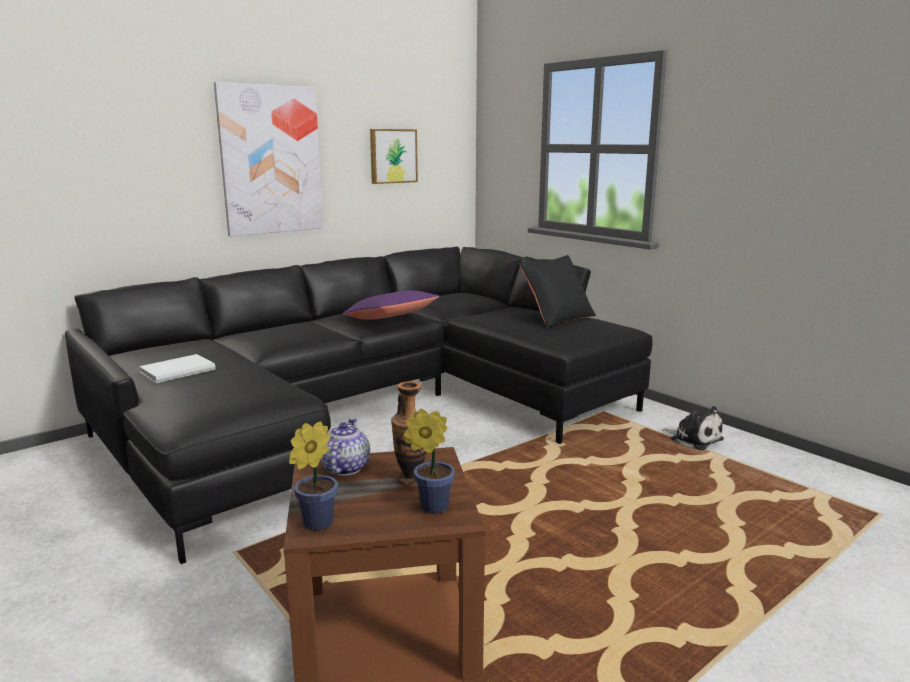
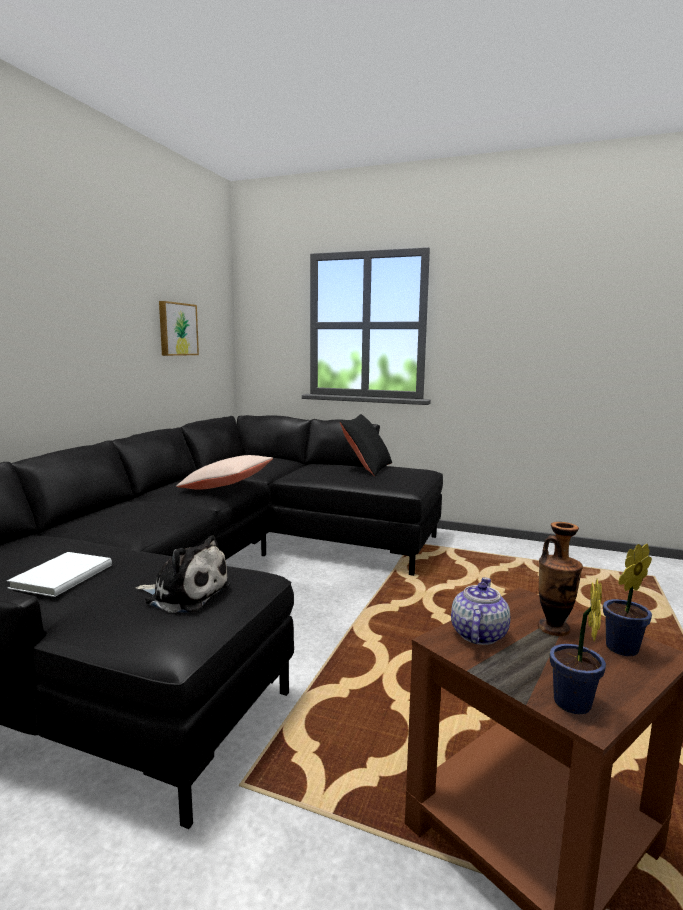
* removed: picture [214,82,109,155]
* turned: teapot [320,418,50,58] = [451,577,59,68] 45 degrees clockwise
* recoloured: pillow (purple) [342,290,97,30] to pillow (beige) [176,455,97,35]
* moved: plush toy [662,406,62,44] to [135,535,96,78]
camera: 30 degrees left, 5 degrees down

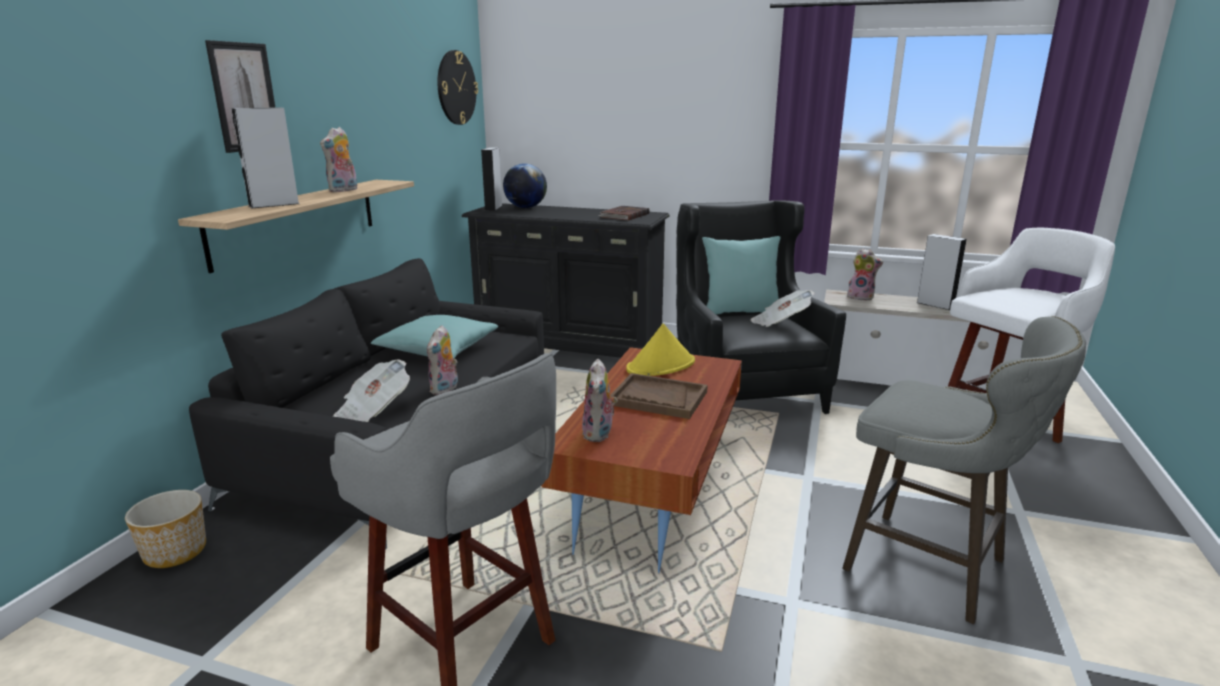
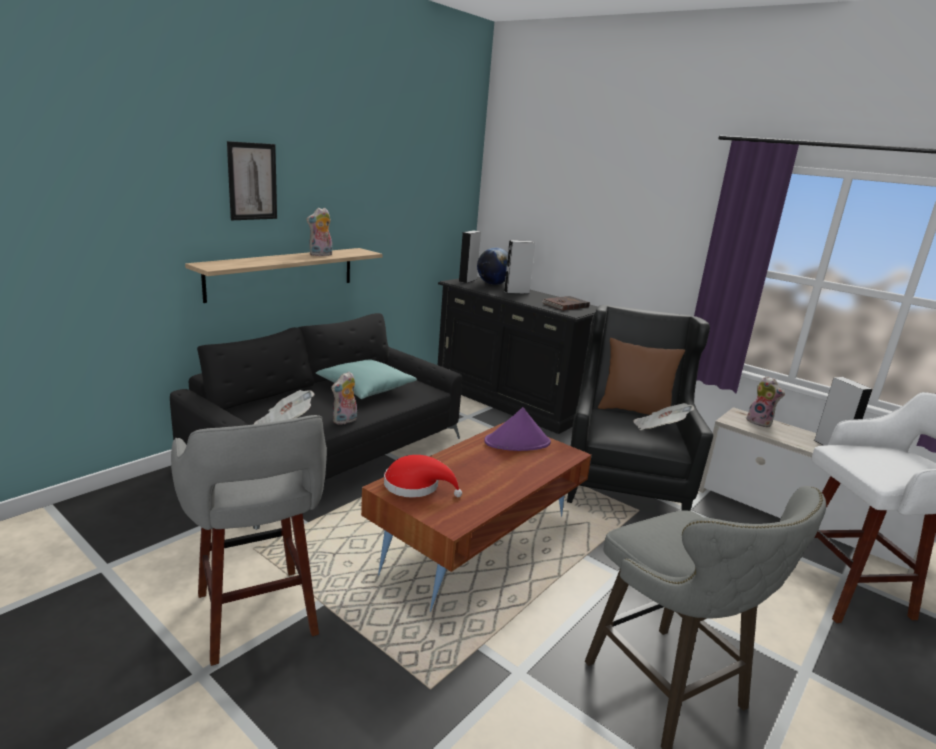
* removed: planter [125,490,81,78]
* moved: speaker (grey) [232,107,67,101] to [504,240,31,54]
* removed: wall clock [437,50,41,75]
* replaced: plush toy [582,359,36,83] to hat (red) [384,455,78,43]
* removed: tray (brown) [610,373,98,46]
* recoloured: hat (yellow) [626,323,69,53] to hat (purple) [484,407,67,44]
* recoloured: pillow (turquoise) [702,236,79,79] to pillow (brown) [598,338,87,77]
camera: 20 degrees right, 0 degrees up

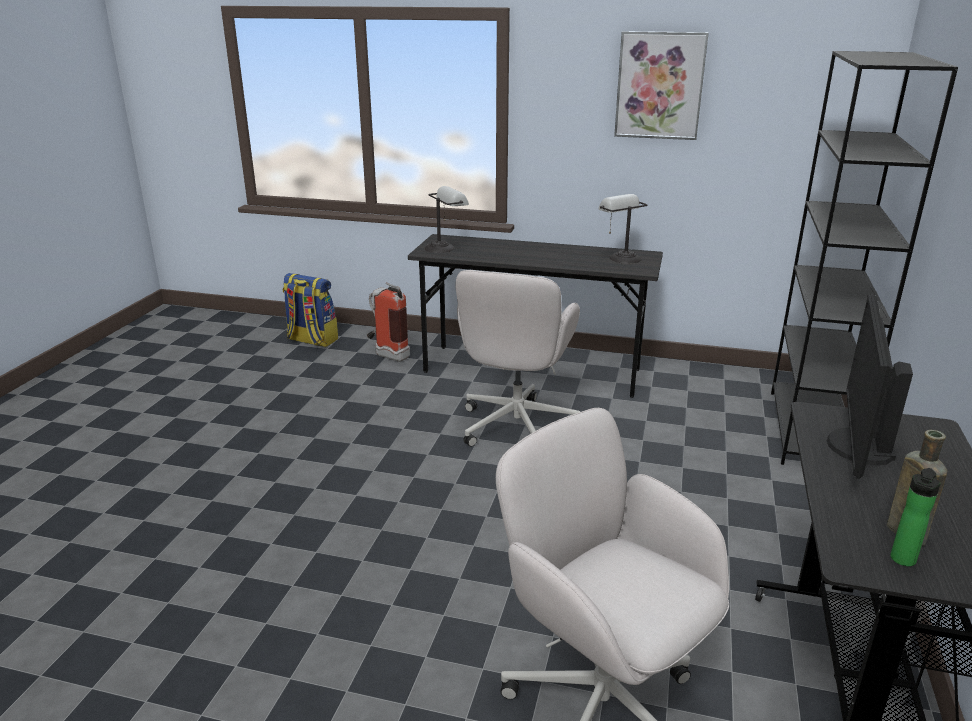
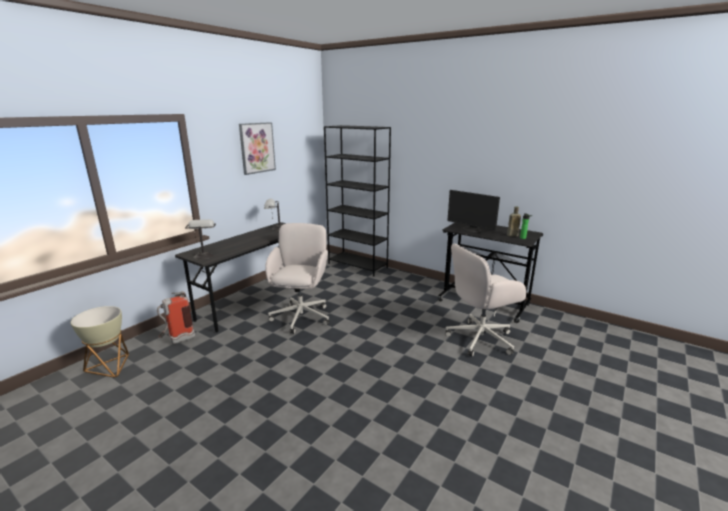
* replaced: backpack [283,273,55,74] to planter [71,306,58,71]
* turned: office chair (white) [455,270,125,177] = [265,223,65,111] 120 degrees counterclockwise
camera: 70 degrees left, 5 degrees down

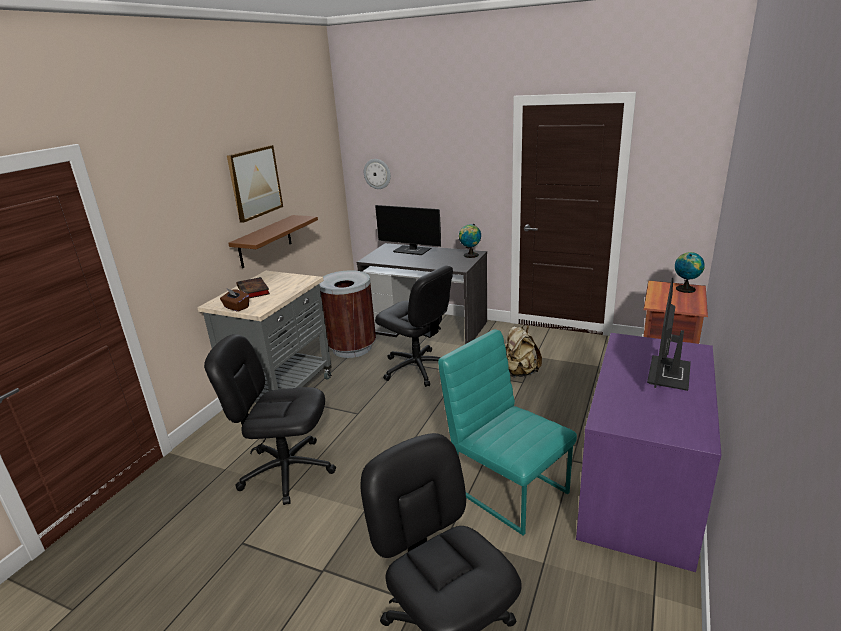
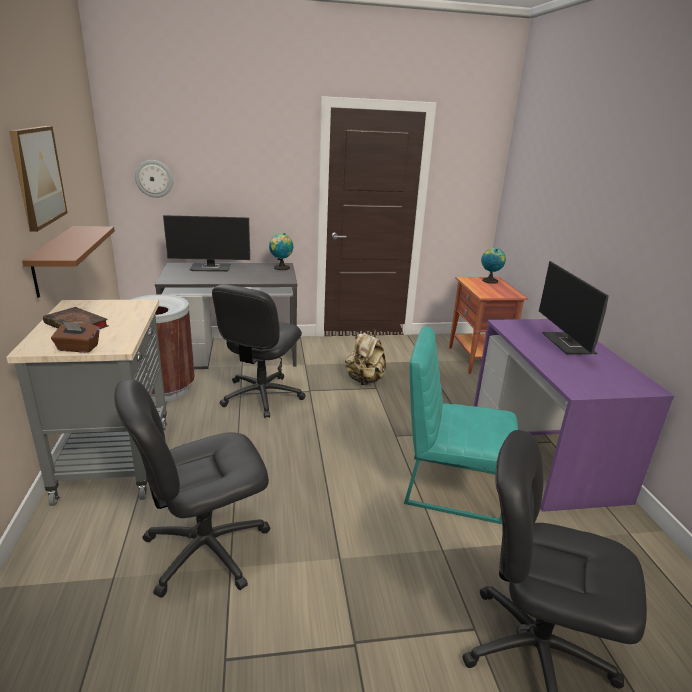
* turned: office chair (black) [375,266,78,121] = [212,284,94,134] 105 degrees clockwise
camera: 35 degrees left, 0 degrees up

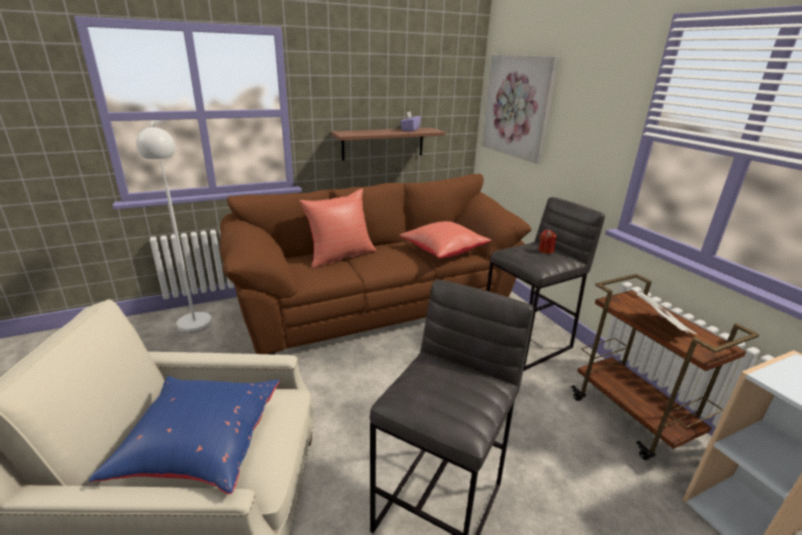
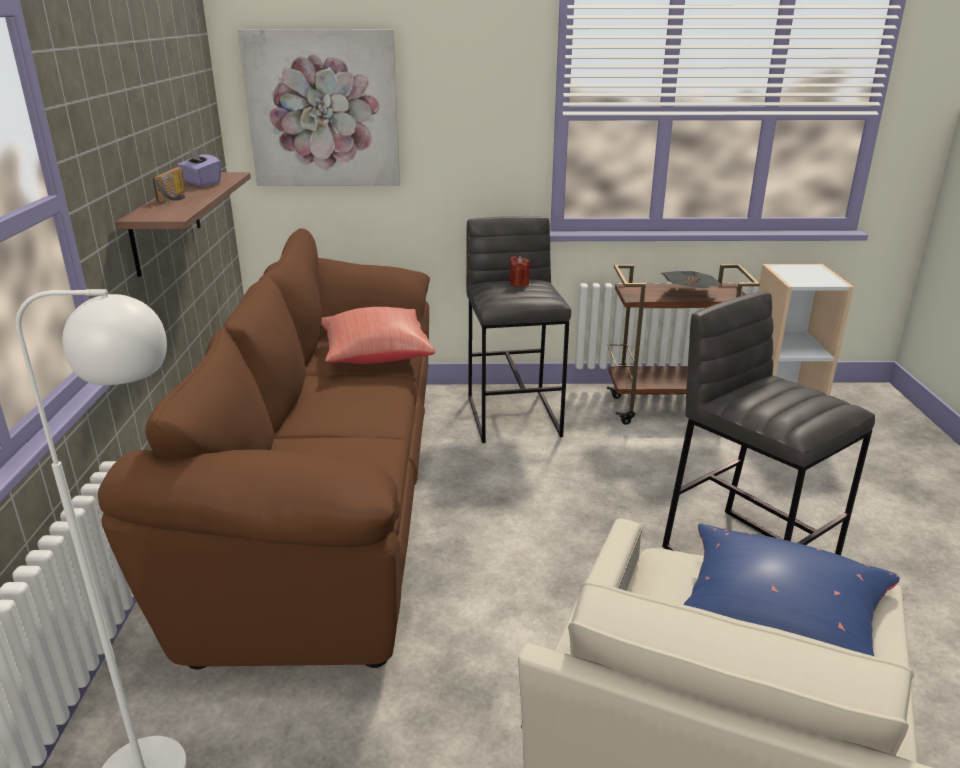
* removed: pillow (red) [299,189,77,79]
* added: radio [153,167,33,36]
camera: 65 degrees left, 0 degrees up

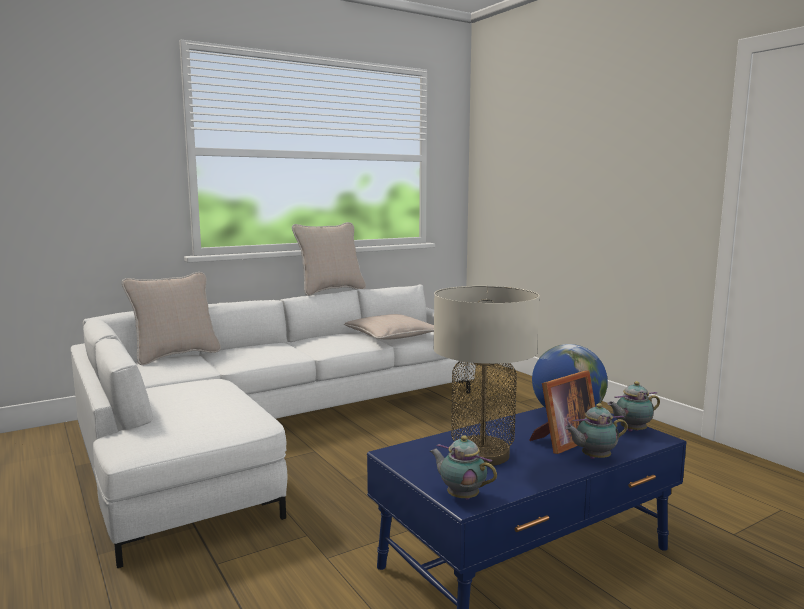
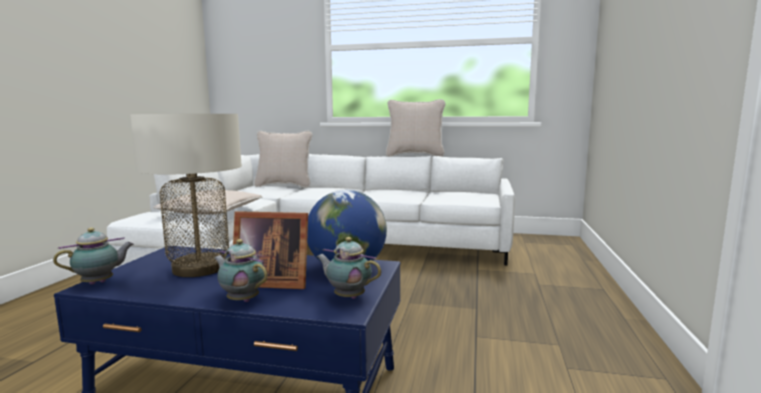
* moved: pillow (beige) [344,314,90,26] to [153,190,110,24]
* turned: teapot [430,435,67,65] = [53,227,81,58] 60 degrees clockwise
camera: 45 degrees right, 0 degrees up

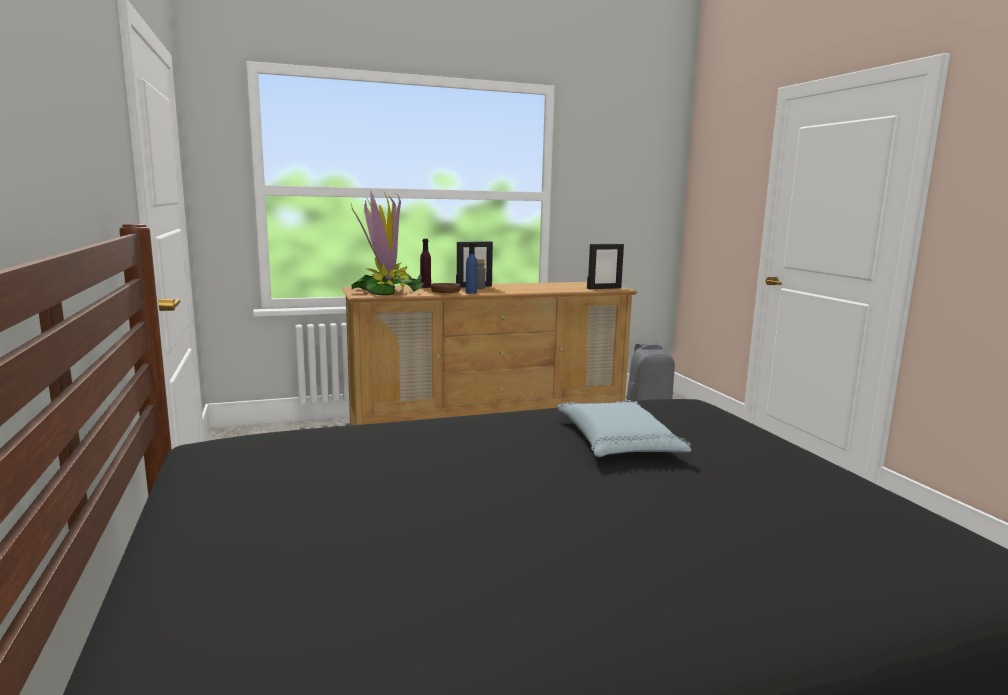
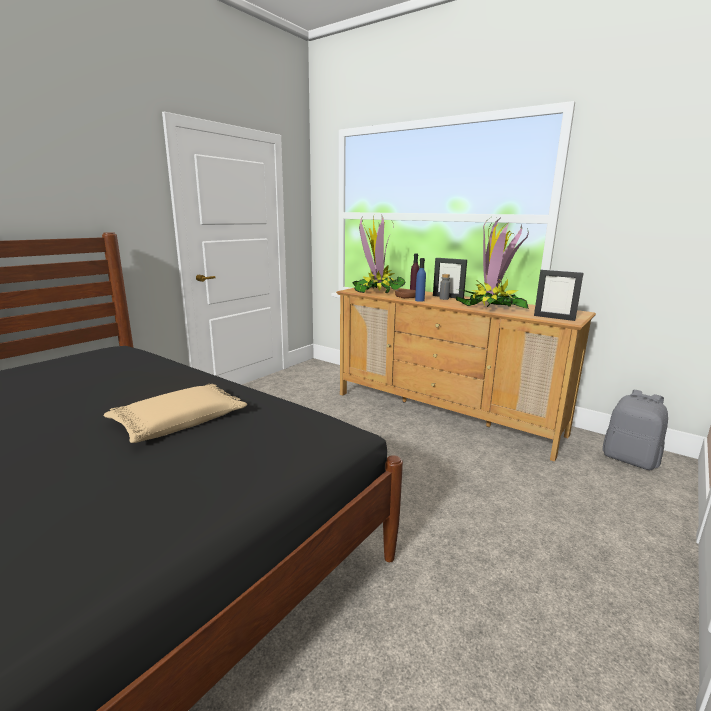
* recoloured: pillow (blue) [557,400,135,57] to pillow (beige) [103,383,144,60]
* added: potted plant [456,218,73,91]
camera: 55 degrees right, 5 degrees up

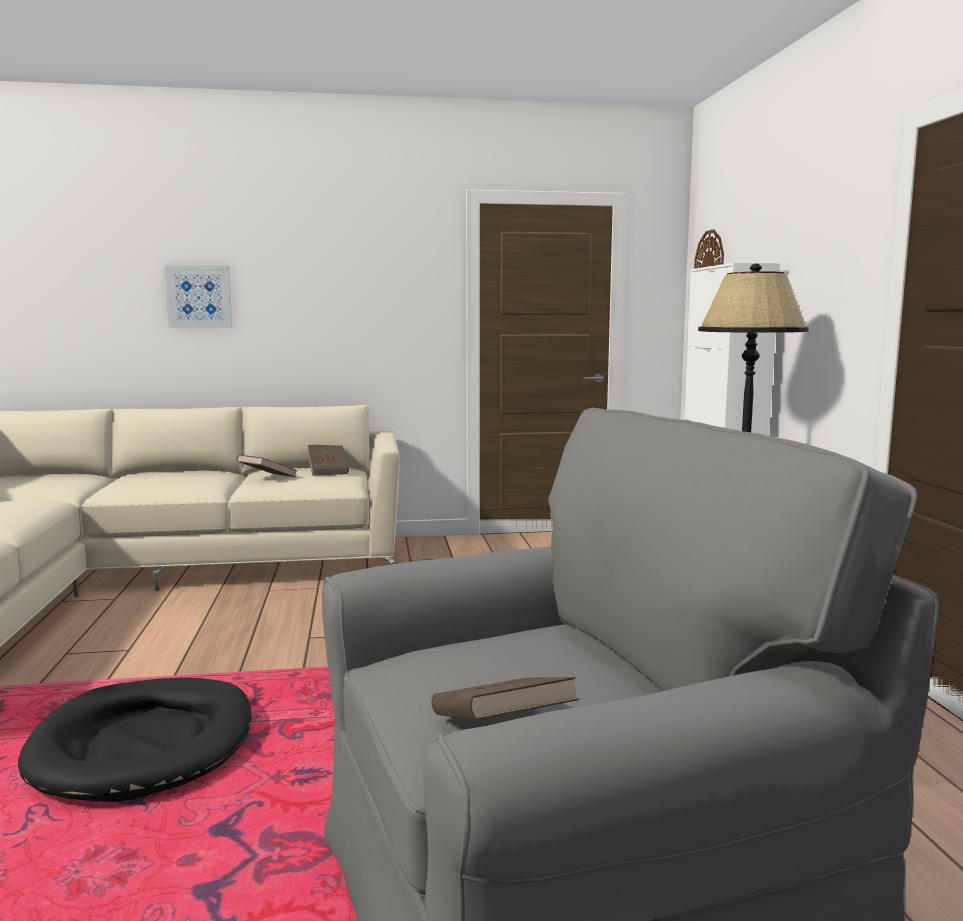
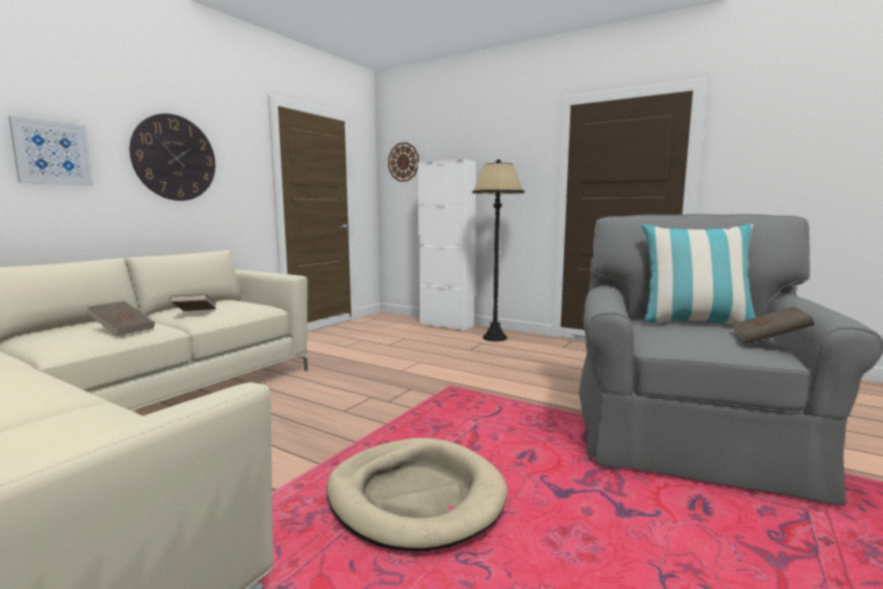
* recoloured: dog bed (black) [18,678,234,124] to dog bed (beige) [327,438,181,113]
* moved: book (brown) [308,445,41,30] to [87,301,68,35]
* added: wall clock [130,113,85,88]
* added: pillow [641,224,114,101]
camera: 50 degrees left, 0 degrees up

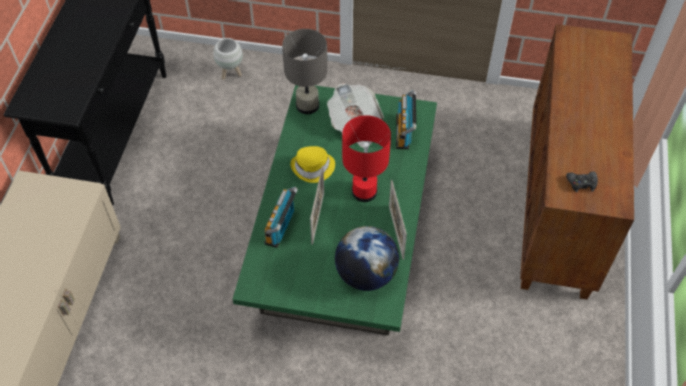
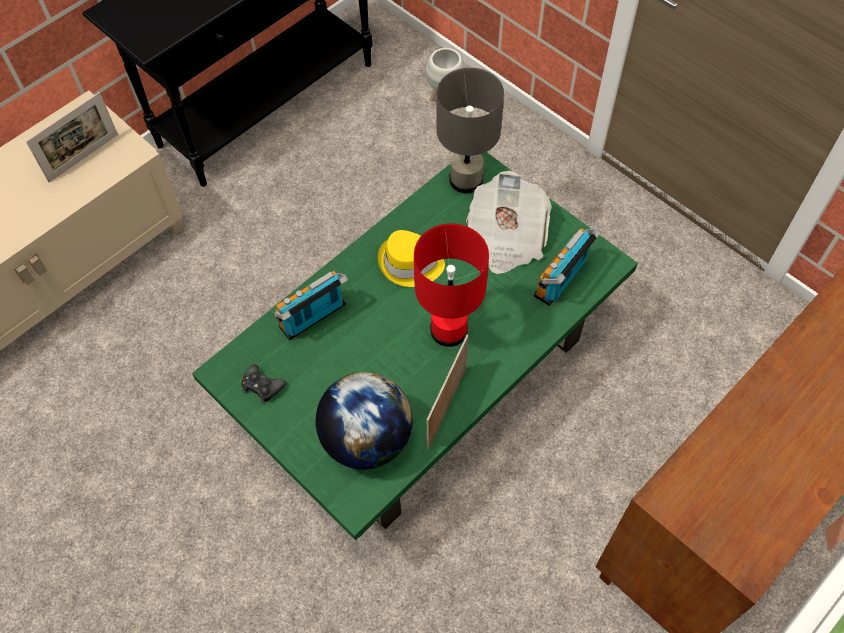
* moved: picture frame [310,166,14,79] to [26,92,92,90]
* moved: game controller (black) [566,171,32,21] to [241,364,46,39]
camera: 35 degrees right, 5 degrees up

